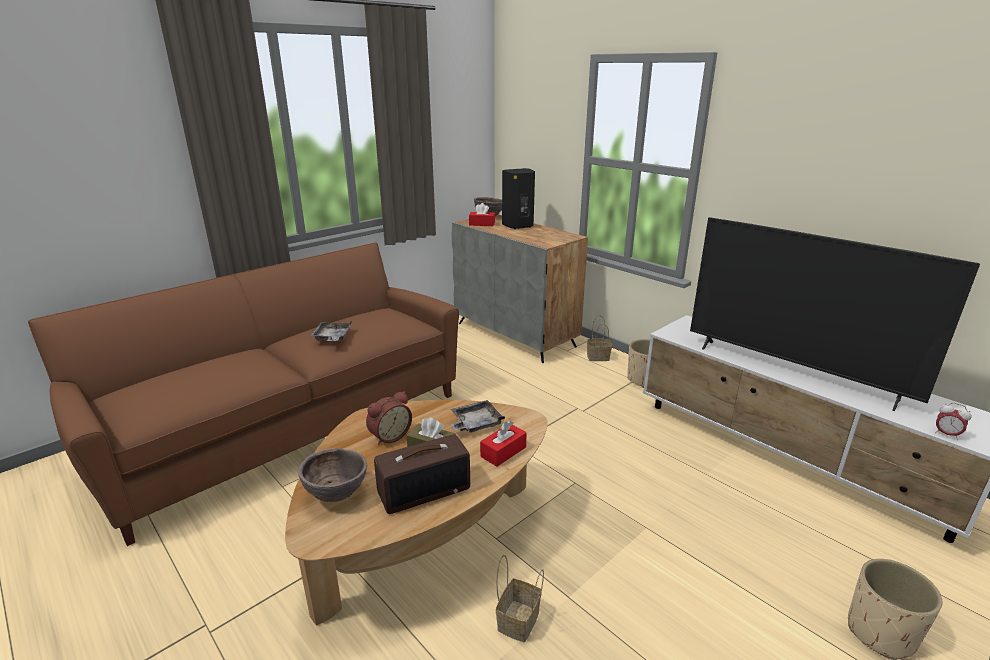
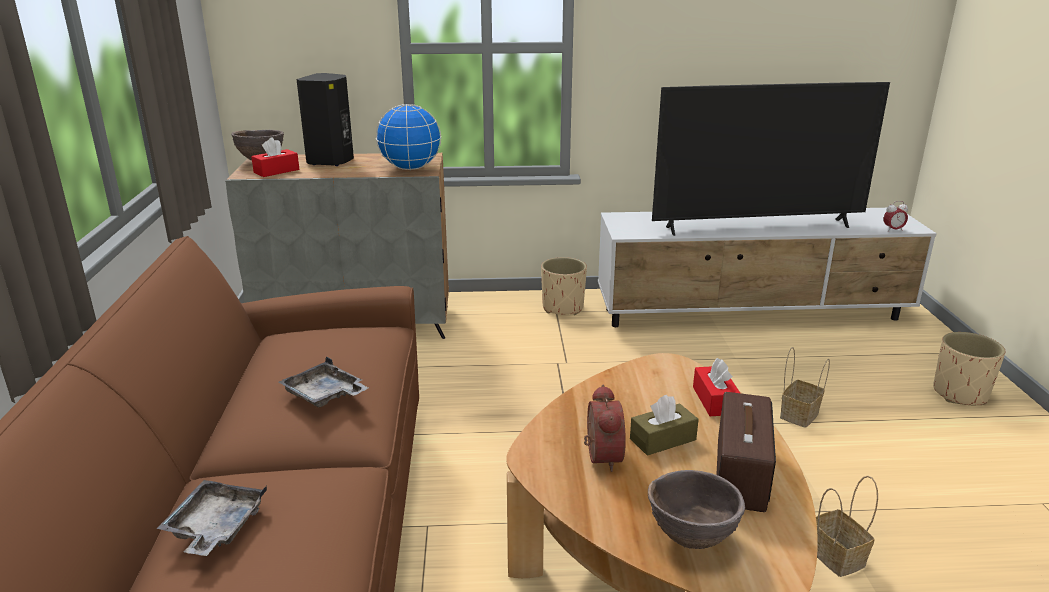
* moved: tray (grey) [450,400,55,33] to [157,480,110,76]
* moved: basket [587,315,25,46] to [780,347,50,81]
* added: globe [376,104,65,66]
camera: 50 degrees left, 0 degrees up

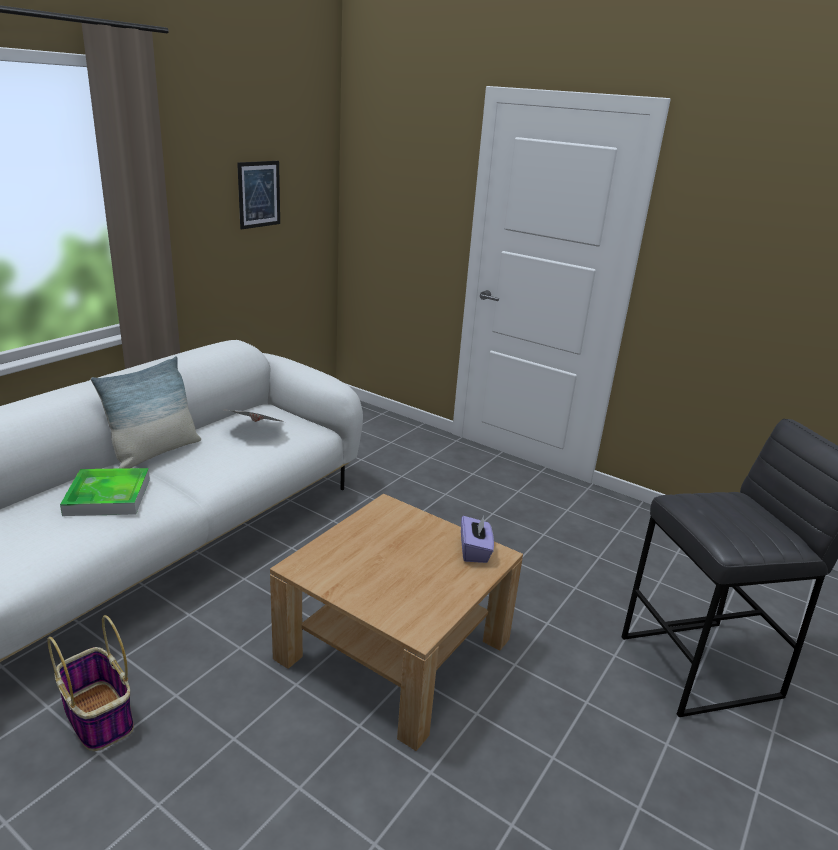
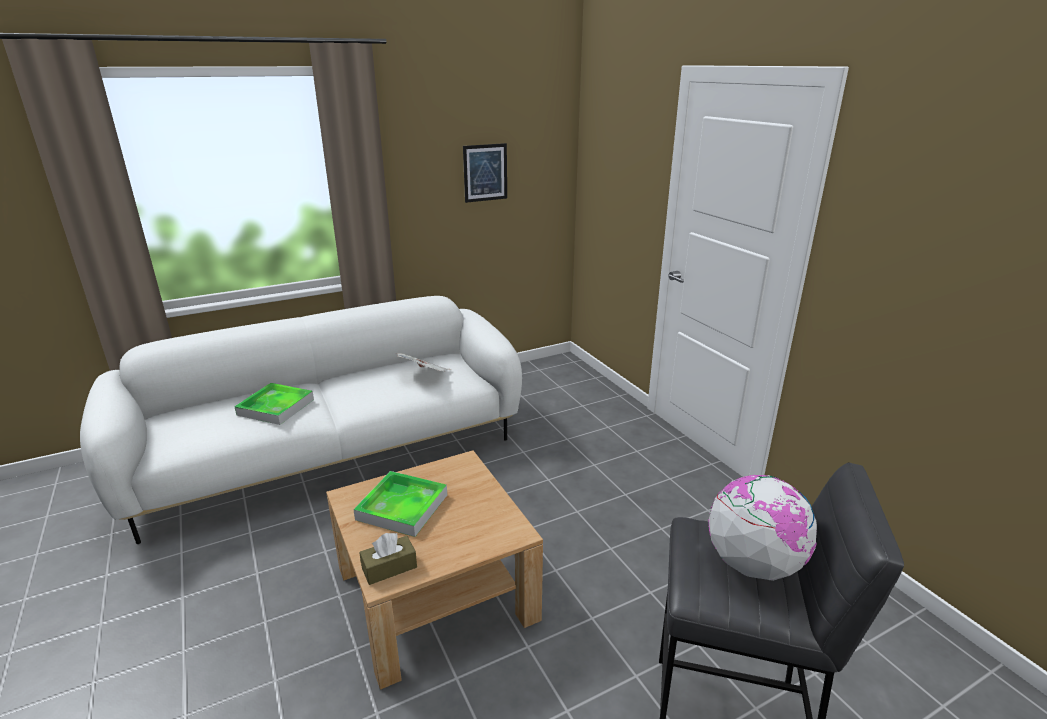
* removed: basket [47,615,87,136]
* removed: pillow [91,356,110,113]
* removed: tissue box (purple) [461,516,33,47]
* added: tray [353,471,94,66]
* added: tissue box (brown) [359,533,58,52]
* added: globe [708,474,109,107]
camera: 30 degrees right, 0 degrees up

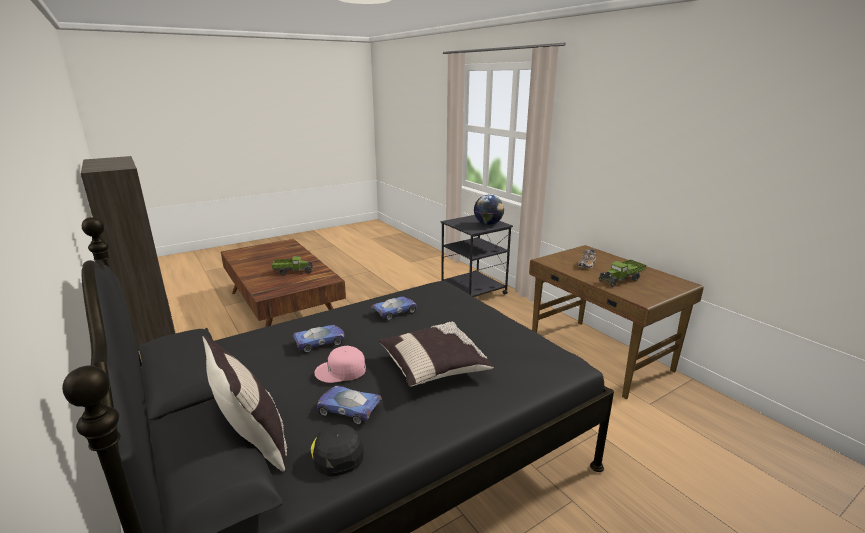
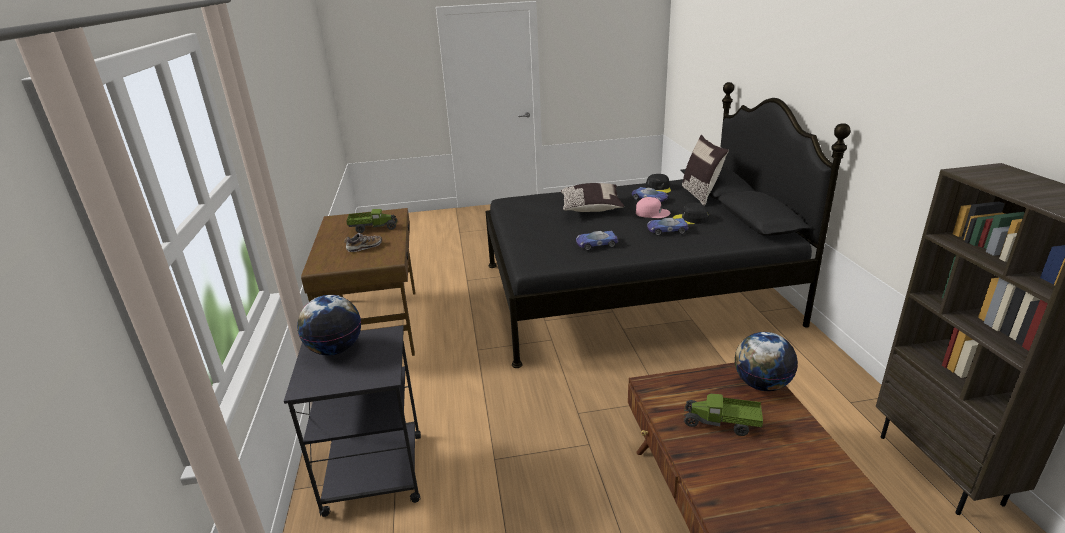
* added: cap (black) [673,203,36,21]
* added: globe [735,332,63,59]
camera: 155 degrees left, 5 degrees up

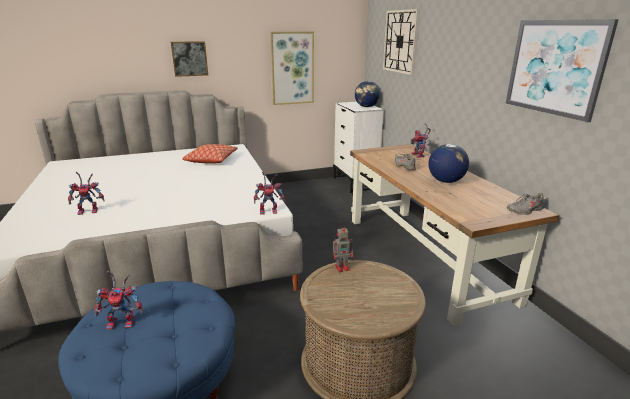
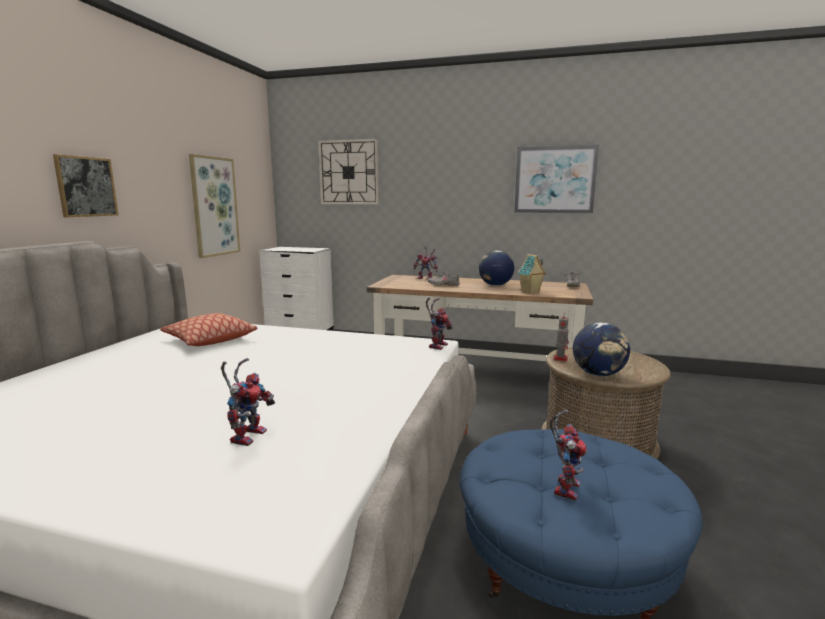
* moved: globe [355,81,25,26] to [573,323,57,53]
* added: toy house [518,254,28,40]
camera: 55 degrees left, 10 degrees down

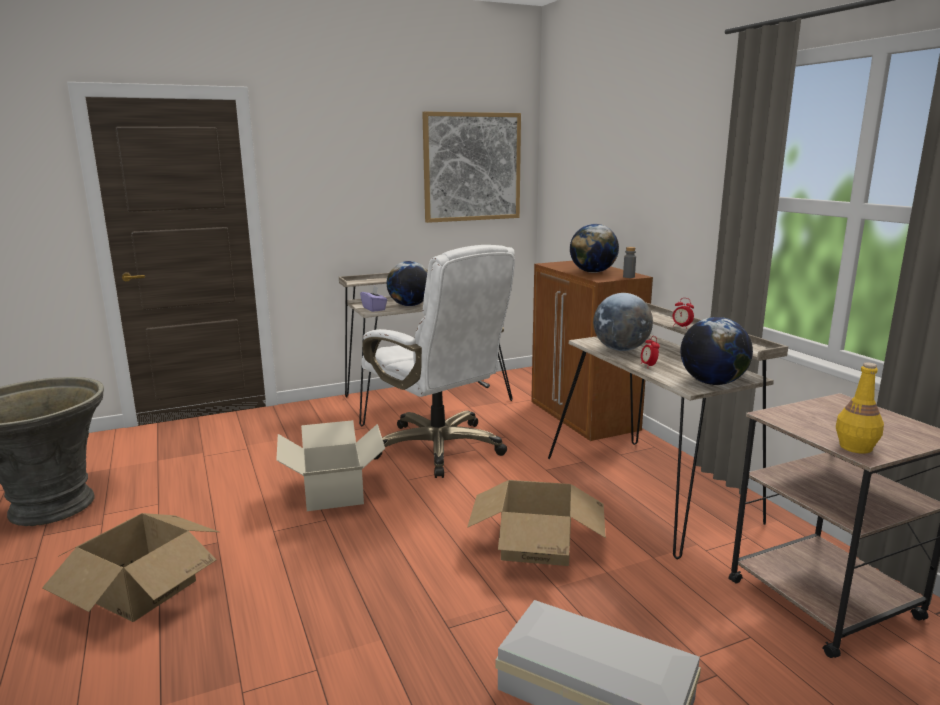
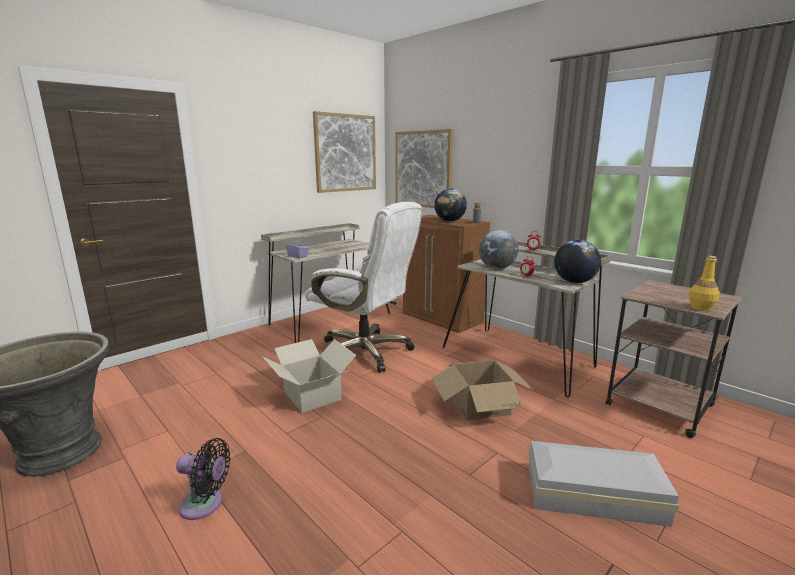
* replaced: cardboard box [42,513,177,109] to fan (black) [176,438,54,82]
* removed: globe [387,261,41,45]
* added: picture [395,129,58,79]
camera: 20 degrees left, 0 degrees up

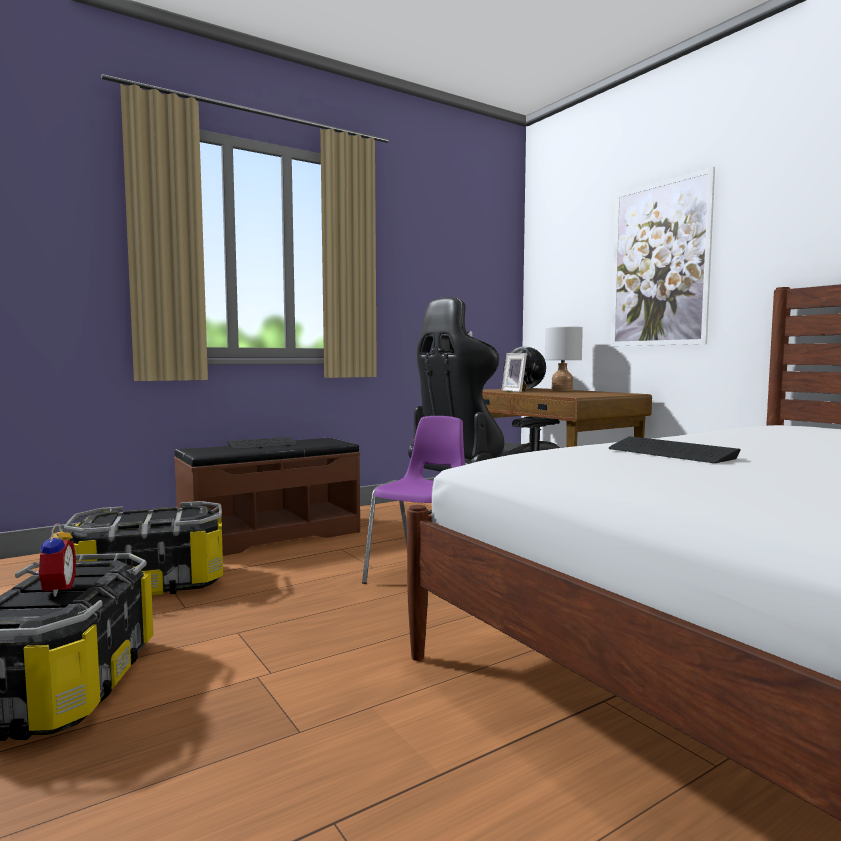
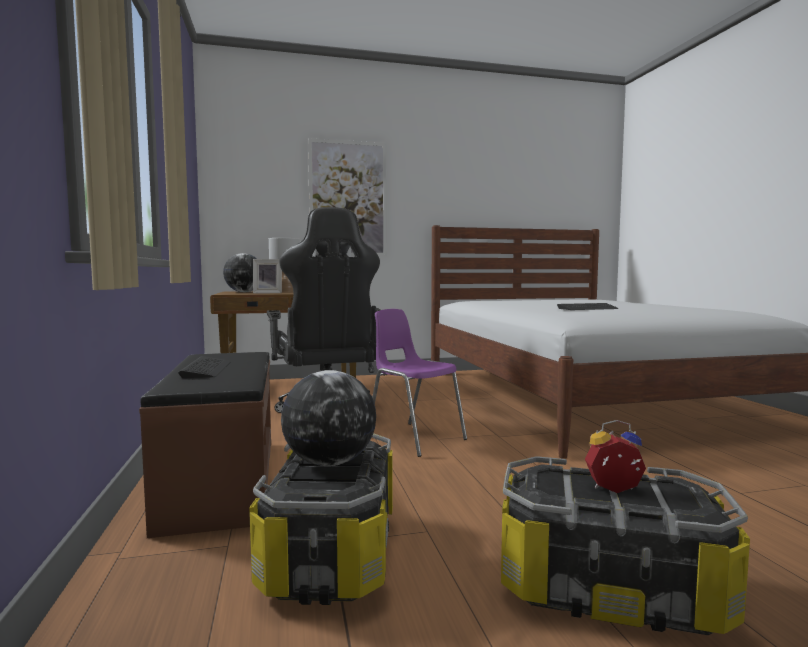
* added: globe [281,370,95,96]
camera: 70 degrees left, 0 degrees up

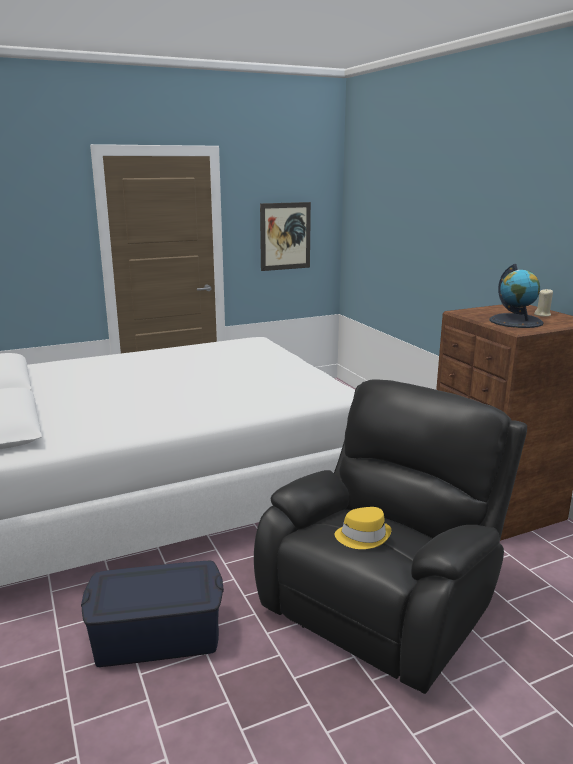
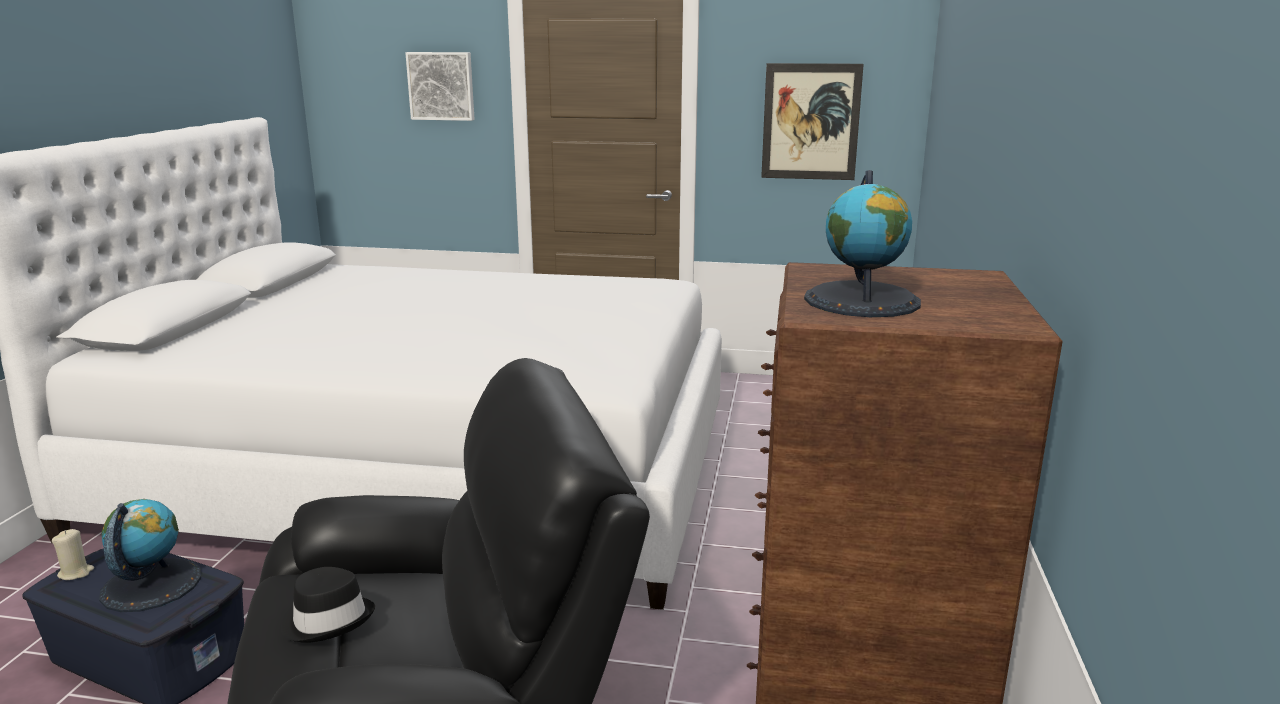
* recoloured: hat (yellow) [335,507,56,42] to hat (black) [281,567,94,76]
* moved: candle (beige) [534,288,19,29] to [52,529,42,51]
* added: globe [99,499,102,113]
* added: picture [405,52,70,69]
camera: 35 degrees right, 0 degrees up

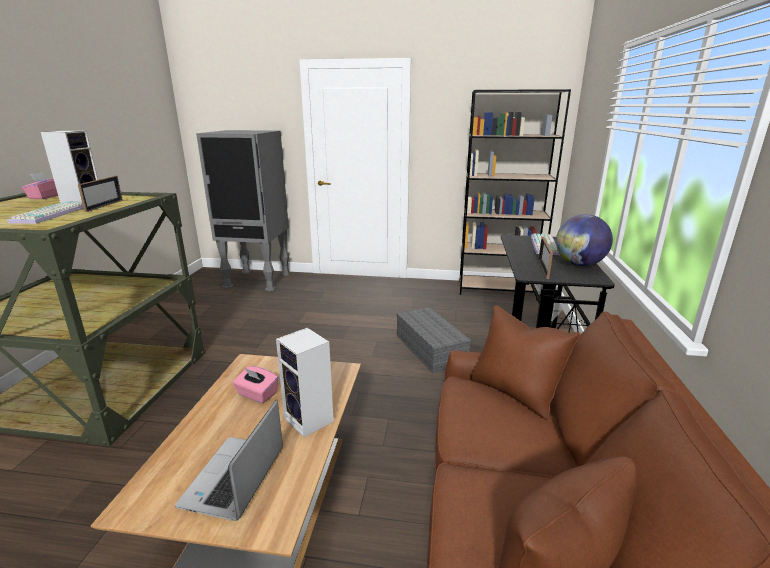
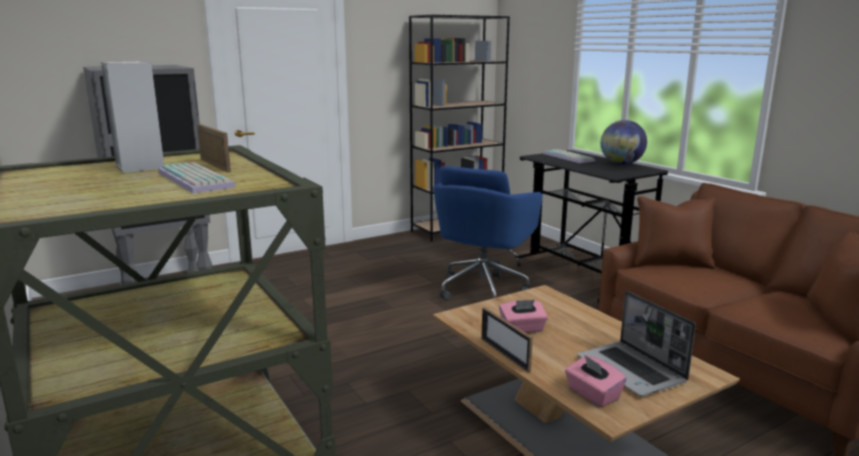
* moved: tissue box (pink) [21,172,37,27] to [565,355,62,52]
* removed: speaker [276,328,58,109]
* replaced: storage box (grey) [397,307,74,66] to office chair (blue) [433,166,110,134]
* moved: picture frame [538,237,15,42] to [481,307,52,66]
camera: 40 degrees left, 5 degrees down

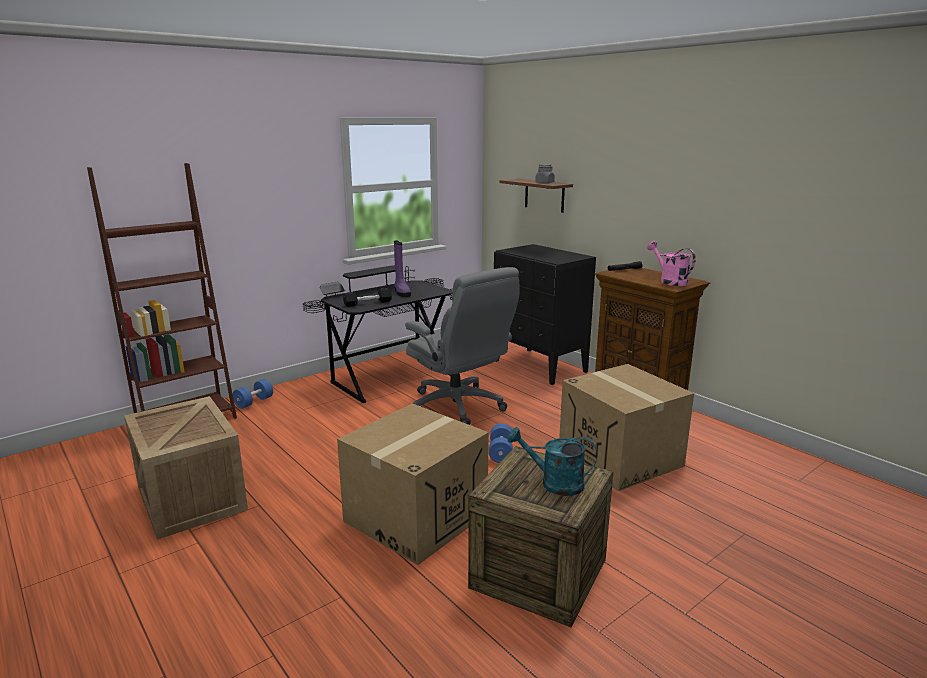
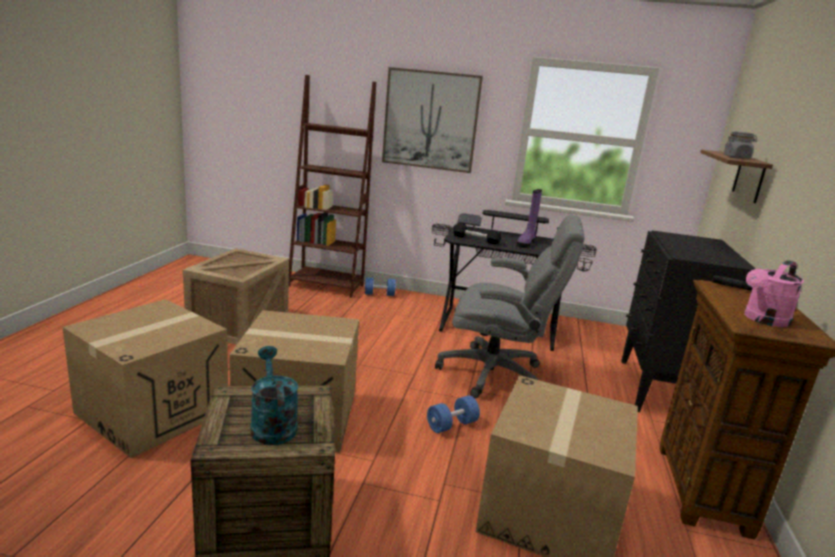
* turned: office chair (grey) [405,267,115,158] = [435,215,150,183] 90 degrees counterclockwise
* turned: watering can (pink) [647,241,49,45] = [744,260,60,67] 150 degrees counterclockwise
* added: cardboard box [62,299,166,159]
* added: picture [382,67,101,106]
camera: 50 degrees right, 0 degrees up

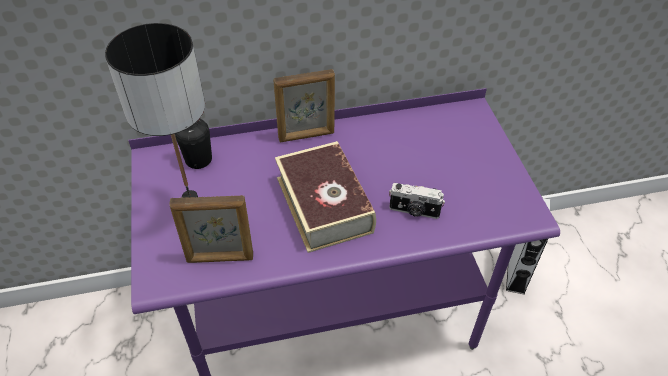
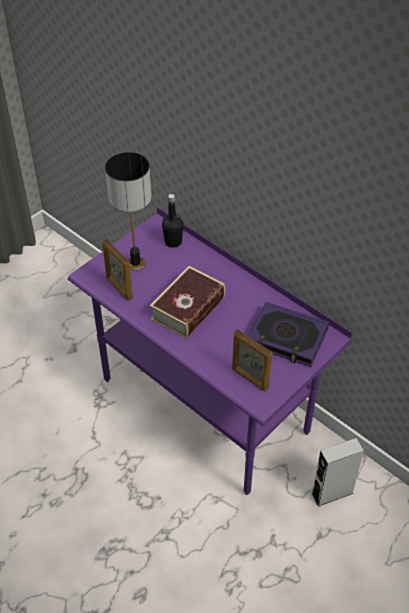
* moved: picture frame [273,69,62,73] to [232,329,41,62]
* removed: photo camera [389,183,56,36]
* added: book [248,302,81,65]
camera: 55 degrees right, 0 degrees up

